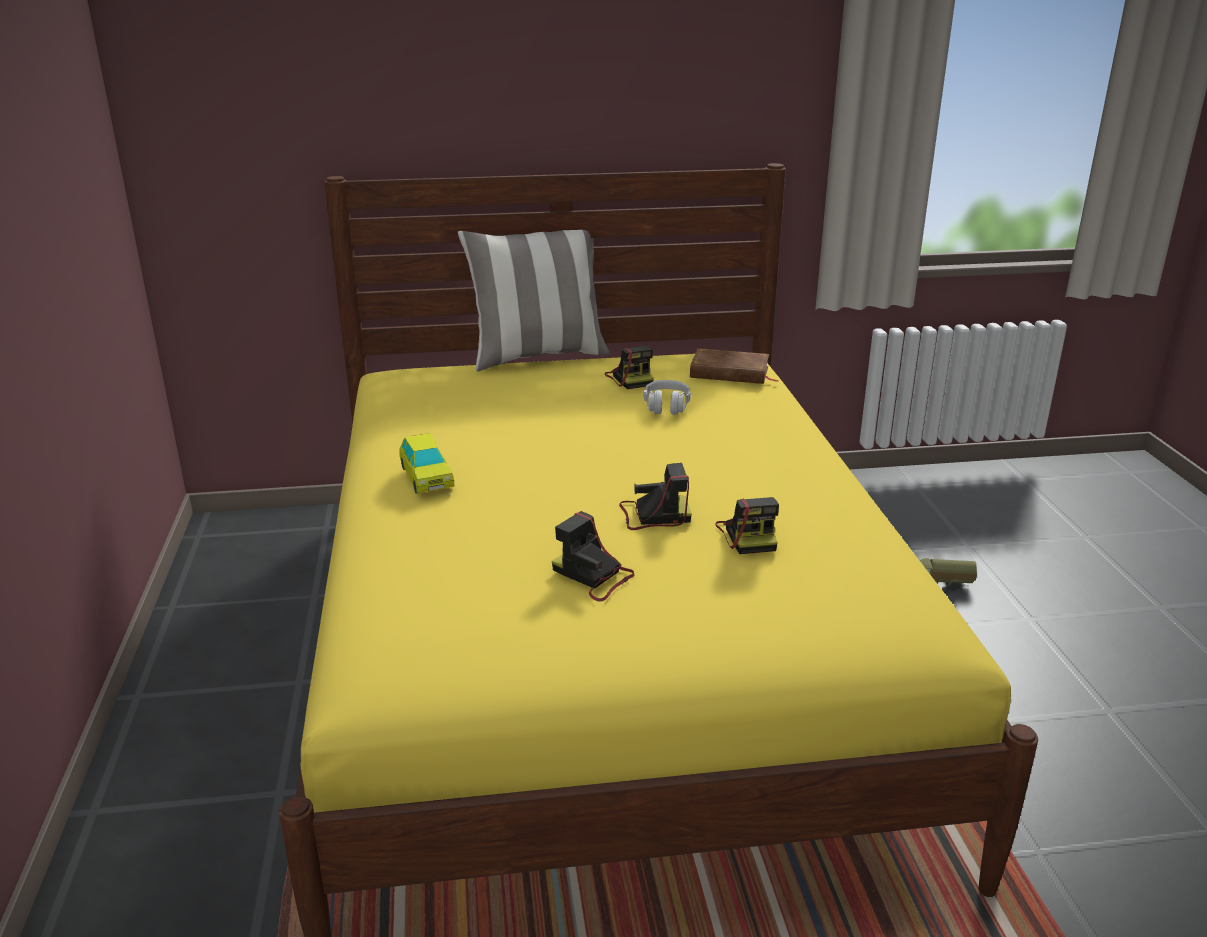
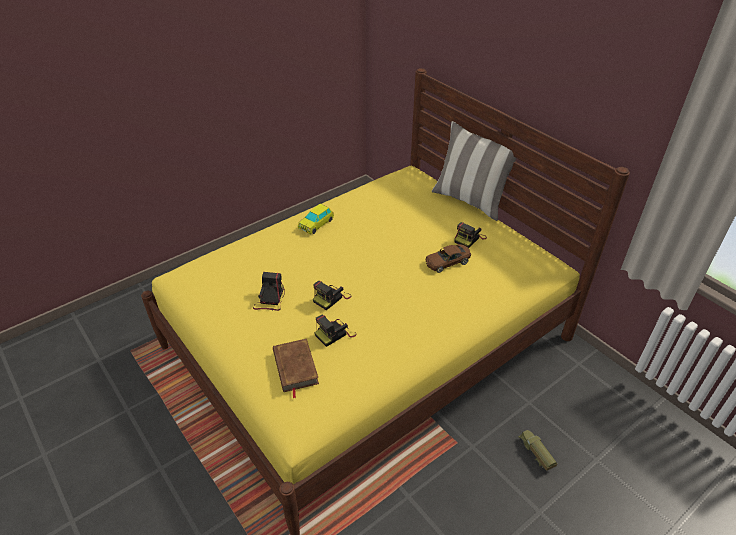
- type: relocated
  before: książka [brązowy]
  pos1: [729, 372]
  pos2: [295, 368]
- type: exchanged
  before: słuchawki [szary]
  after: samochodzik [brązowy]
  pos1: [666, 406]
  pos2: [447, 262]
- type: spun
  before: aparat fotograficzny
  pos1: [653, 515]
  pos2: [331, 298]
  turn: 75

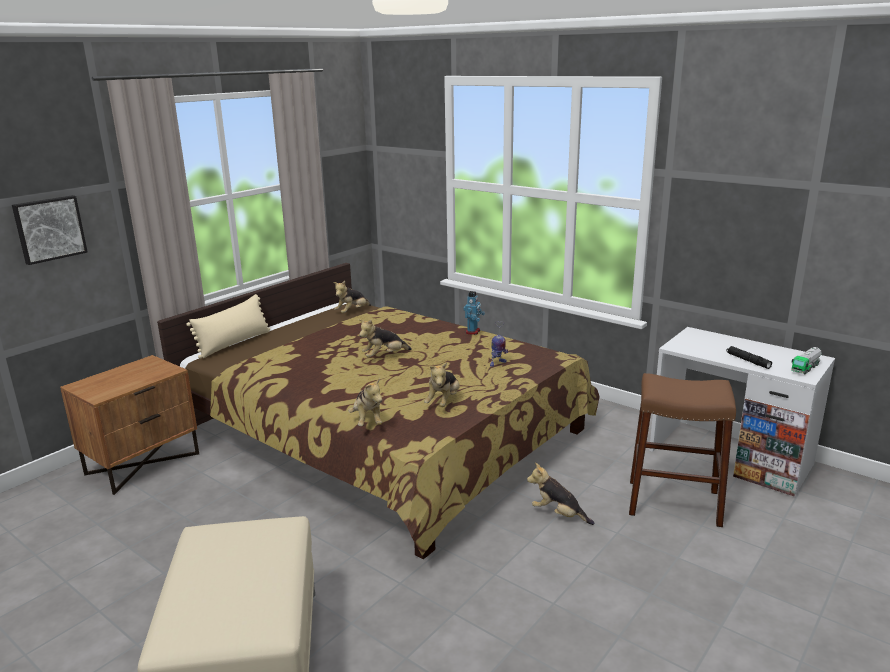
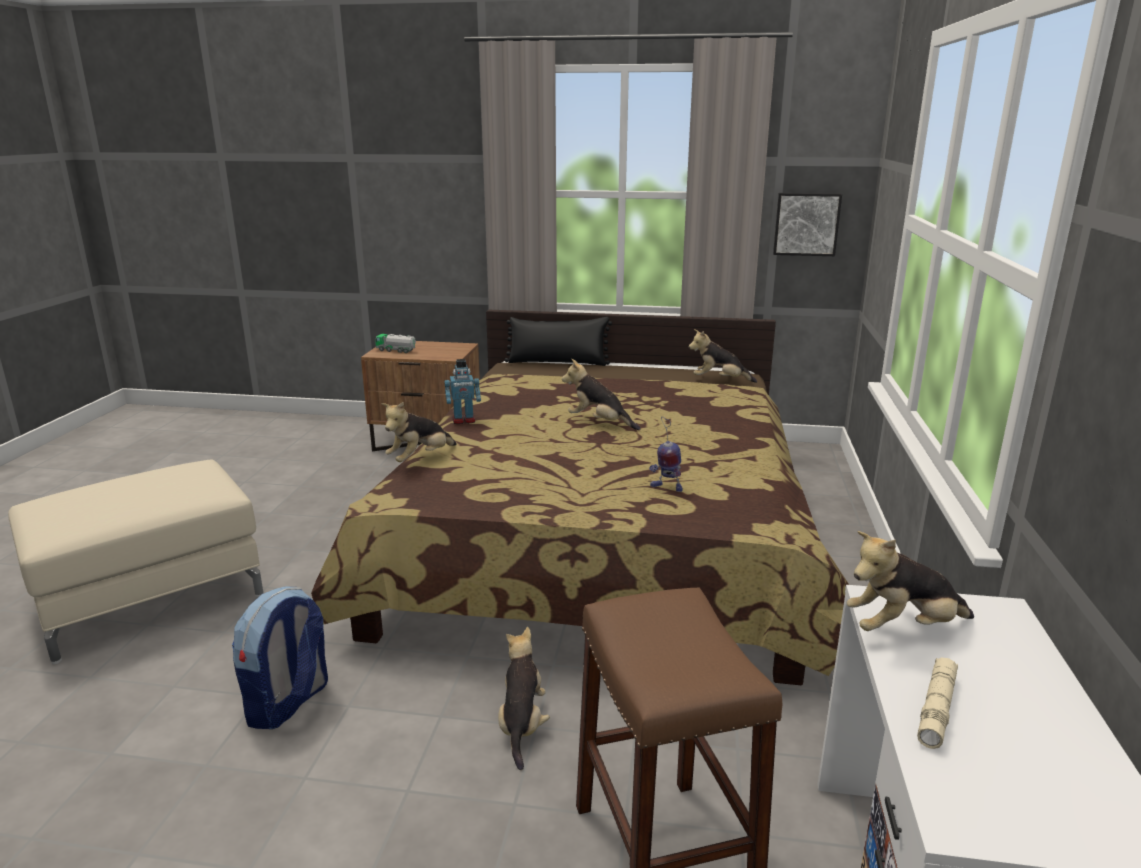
- type: relocated
  before: obraz
  pos1: [49, 229]
  pos2: [806, 224]
- type: relocated
  before: robot zabawkowy
  pos1: [473, 332]
  pos2: [464, 420]
- type: colour
  before: poduszka [beżowy]
  after: poduszka [czarny]
  pos1: [234, 343]
  pos2: [557, 362]
- type: colour
  before: latarka [czarny]
  after: latarka [beżowy]
  pos1: [748, 361]
  pos2: [936, 708]
- type: relocated
  before: ciężarówka zabawkowa
  pos1: [805, 368]
  pos2: [396, 350]
- type: relocated
  before: pluszak
  pos1: [443, 402]
  pos2: [902, 628]
- type: appeared
  after: plecak
  pos2: [288, 703]

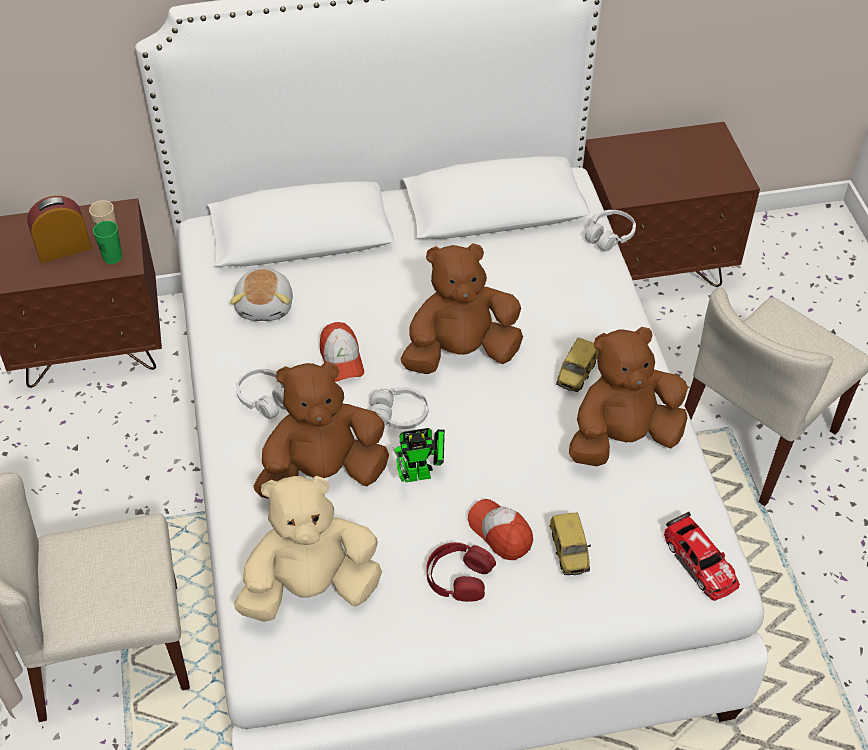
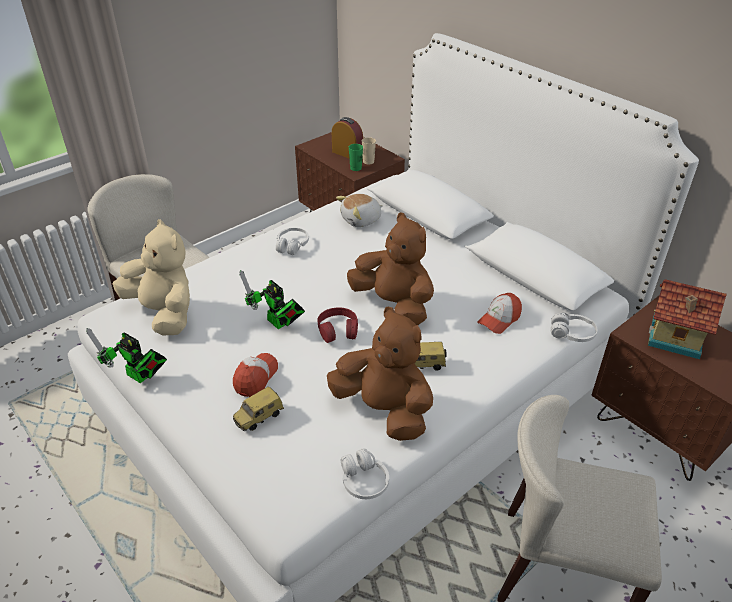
- type: relocated
  before: czapka z daszkiem
  pos1: [341, 359]
  pos2: [499, 319]
- type: missing
  before: pluszak [brązowy]
  pos1: [323, 473]
- type: relocated
  before: słuchawki [biały]
  pos1: [399, 415]
  pos2: [363, 481]
- type: missing
  before: samochodzik
  pos1: [700, 562]
- type: relocated
  before: słuchawki [czerwony]
  pos1: [458, 577]
  pos2: [338, 330]
- type: appeared
  after: domek
  pos2: [675, 338]
- type: appeared
  after: robot zabawkowy
  pos2: [139, 377]

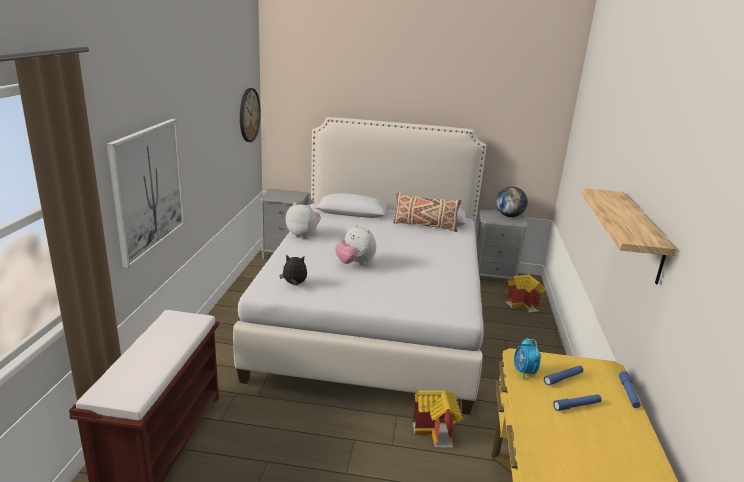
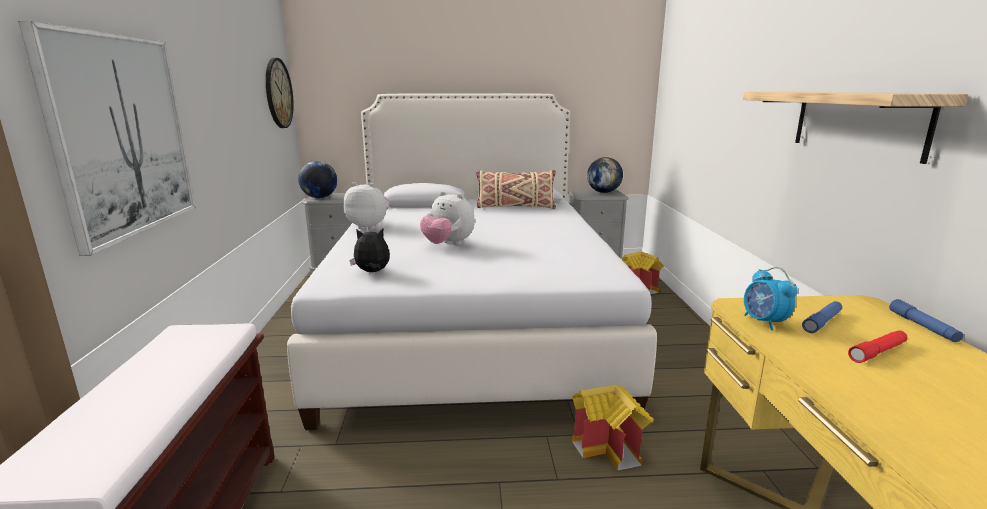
- type: colour
  before: latarka [niebieski]
  after: latarka [czerwony]
  pos1: [576, 406]
  pos2: [877, 352]
- type: appeared
  after: globus
  pos2: [319, 197]

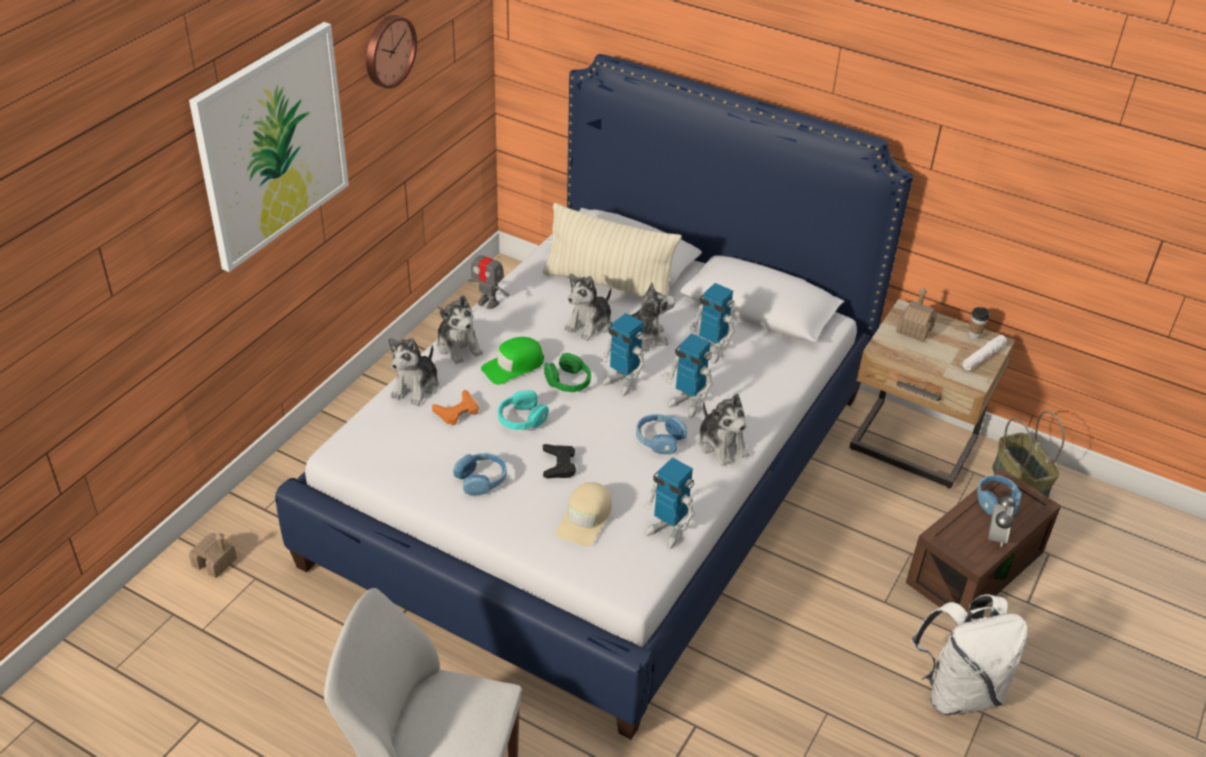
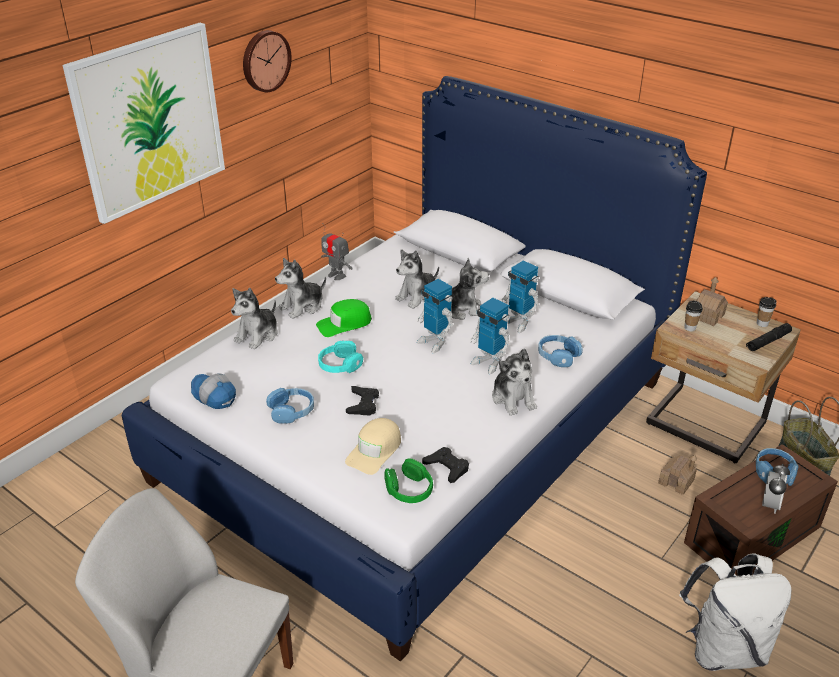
- type: missing
  before: poduszka [beżowy]
  pos1: [609, 285]
- type: spun
  before: pluszak
  pos1: [458, 346]
  pos2: [302, 306]
  turn: 75
- type: colour
  before: latarka [biały]
  after: latarka [czarny]
  pos1: [982, 357]
  pos2: [768, 341]
- type: relocated
  before: słuchawki [zielony]
  pos1: [568, 381]
  pos2: [409, 490]
- type: missing
  before: pad do gier [pomarańczowy]
  pos1: [457, 411]
- type: relocated
  before: słuchawki [niebieski]
  pos1: [659, 439]
  pos2: [558, 356]
- type: exchanged
  before: robot zabawkowy
  after: pad do gier [czarny]
  pos1: [666, 531]
  pos2: [447, 467]
- type: relocated
  before: domek
  pos1: [214, 562]
  pos2: [676, 481]
- type: appeared
  after: filiżanka
  pos2: [690, 328]
- type: appeared
  after: czapka z daszkiem
  pos2: [213, 396]

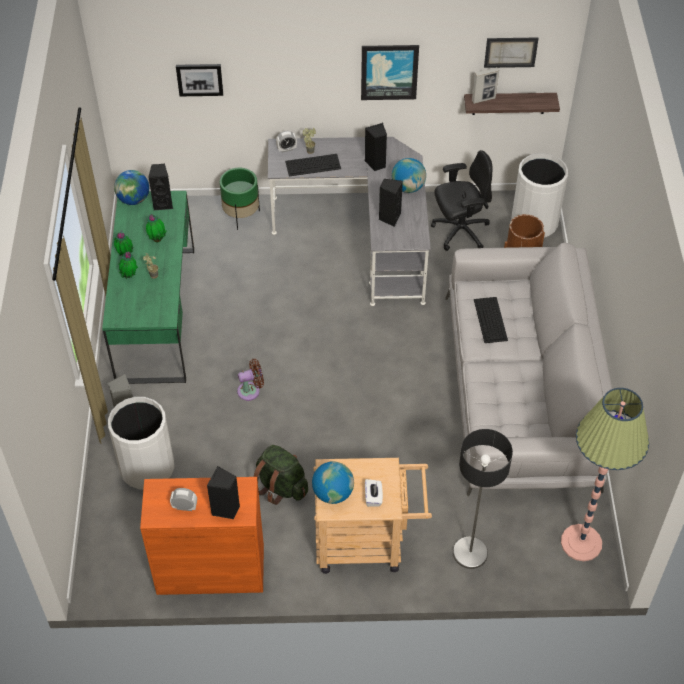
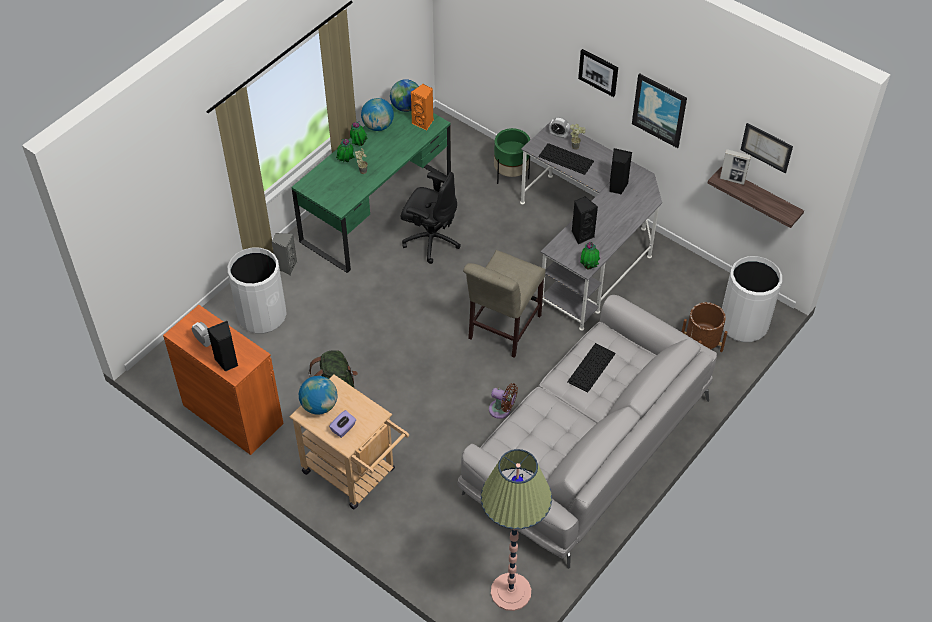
- type: relocated
  before: obraz
  pos1: [199, 79]
  pos2: [598, 72]
- type: relocated
  before: krzesło biurowe [czarny]
  pos1: [459, 231]
  pos2: [430, 240]
- type: relocated
  before: globus
  pos1: [408, 187]
  pos2: [378, 126]
- type: colour
  before: głośnik [czarny]
  after: głośnik [pomarańczowy]
  pos1: [163, 203]
  pos2: [424, 122]
- type: relocated
  before: roślina doniczkowa
  pos1: [157, 239]
  pos2: [589, 266]
- type: relocated
  before: wentylator [brązowy]
  pos1: [251, 391]
  pos2: [502, 410]
- type: missing
  before: lampa stojąca
  pos1: [470, 553]
- type: colour
  before: pudełko chusteczek [biały]
  after: pudełko chusteczek [fioletowy]
  pos1: [373, 497]
  pos2: [343, 428]
- type: appeared
  after: krzesło [beżowy]
  pos2: [502, 329]

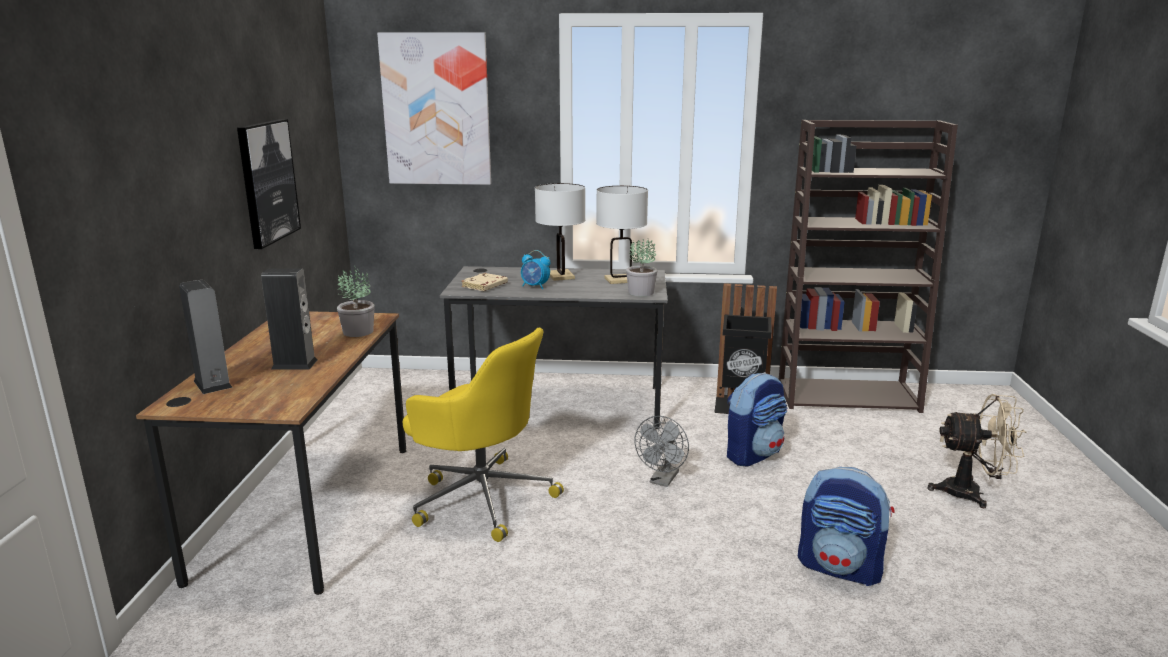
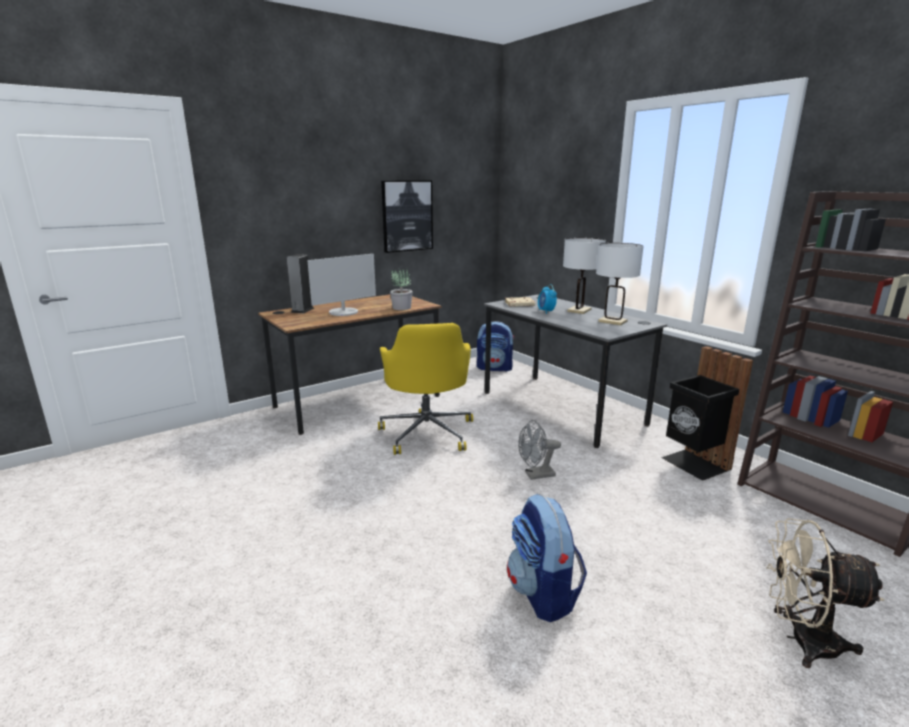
- type: missing
  before: obraz
  pos1: [436, 110]
- type: missing
  before: roślina doniczkowa
  pos1: [641, 292]
- type: exchanged
  before: głośnik
  after: monitor
  pos1: [294, 364]
  pos2: [344, 312]
- type: relocated
  before: plecak
  pos1: [753, 454]
  pos2: [495, 368]
- type: spun
  before: wentylator [beżowy]
  pos1: [971, 493]
  pos2: [801, 640]
  turn: 135

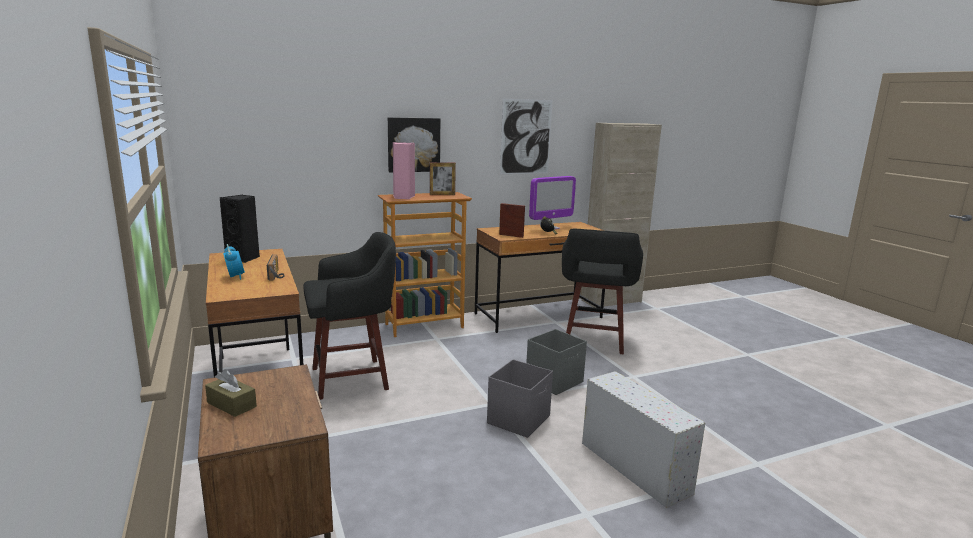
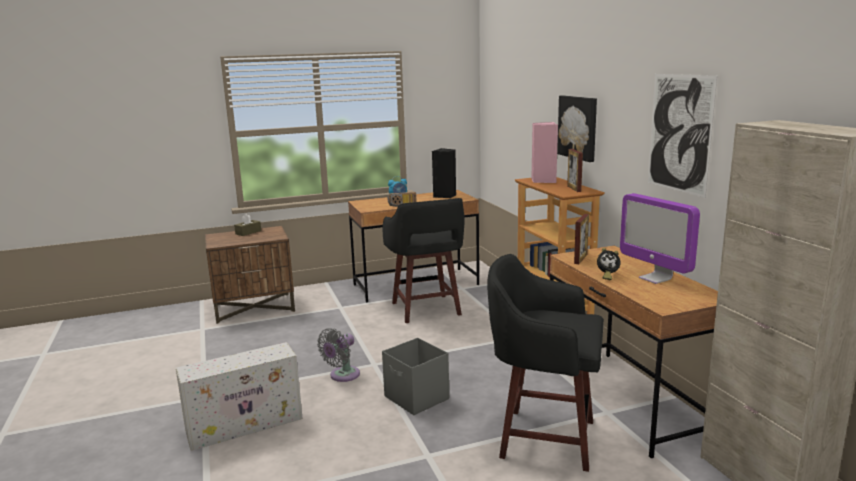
- type: exchanged
  before: pojemnik do przechowywania [szary]
  after: wentylator [szary]
  pos1: [519, 419]
  pos2: [342, 376]

